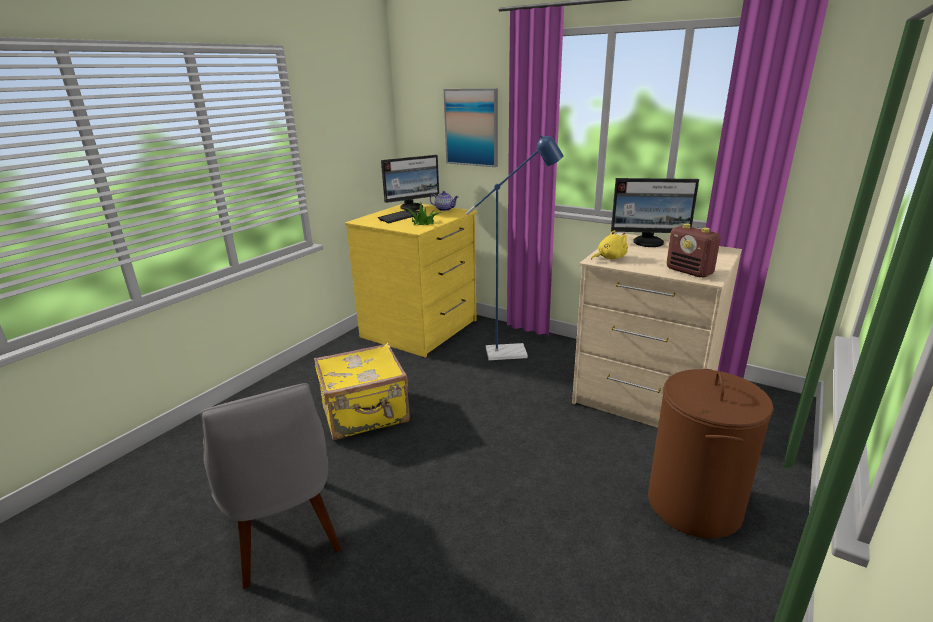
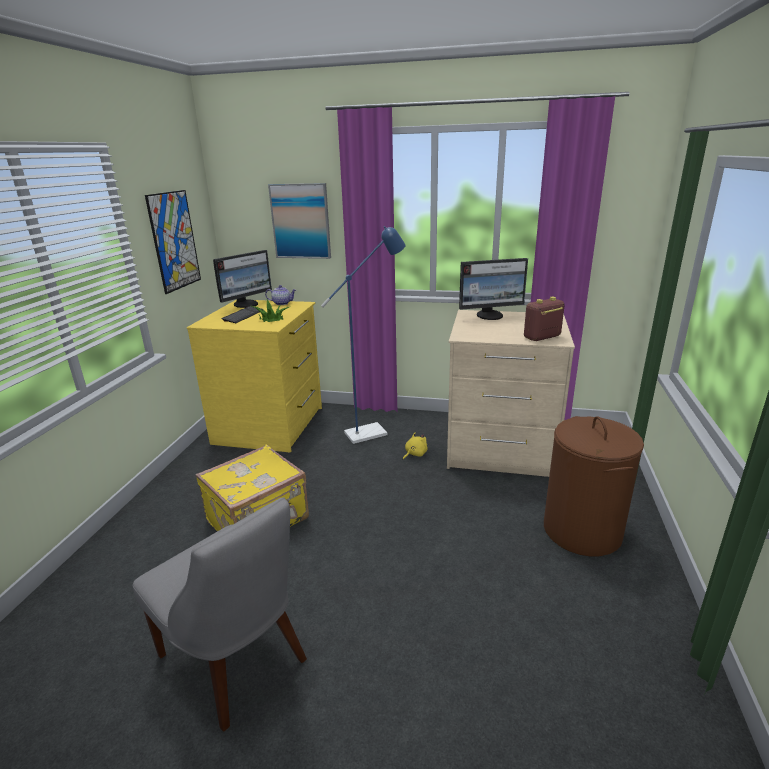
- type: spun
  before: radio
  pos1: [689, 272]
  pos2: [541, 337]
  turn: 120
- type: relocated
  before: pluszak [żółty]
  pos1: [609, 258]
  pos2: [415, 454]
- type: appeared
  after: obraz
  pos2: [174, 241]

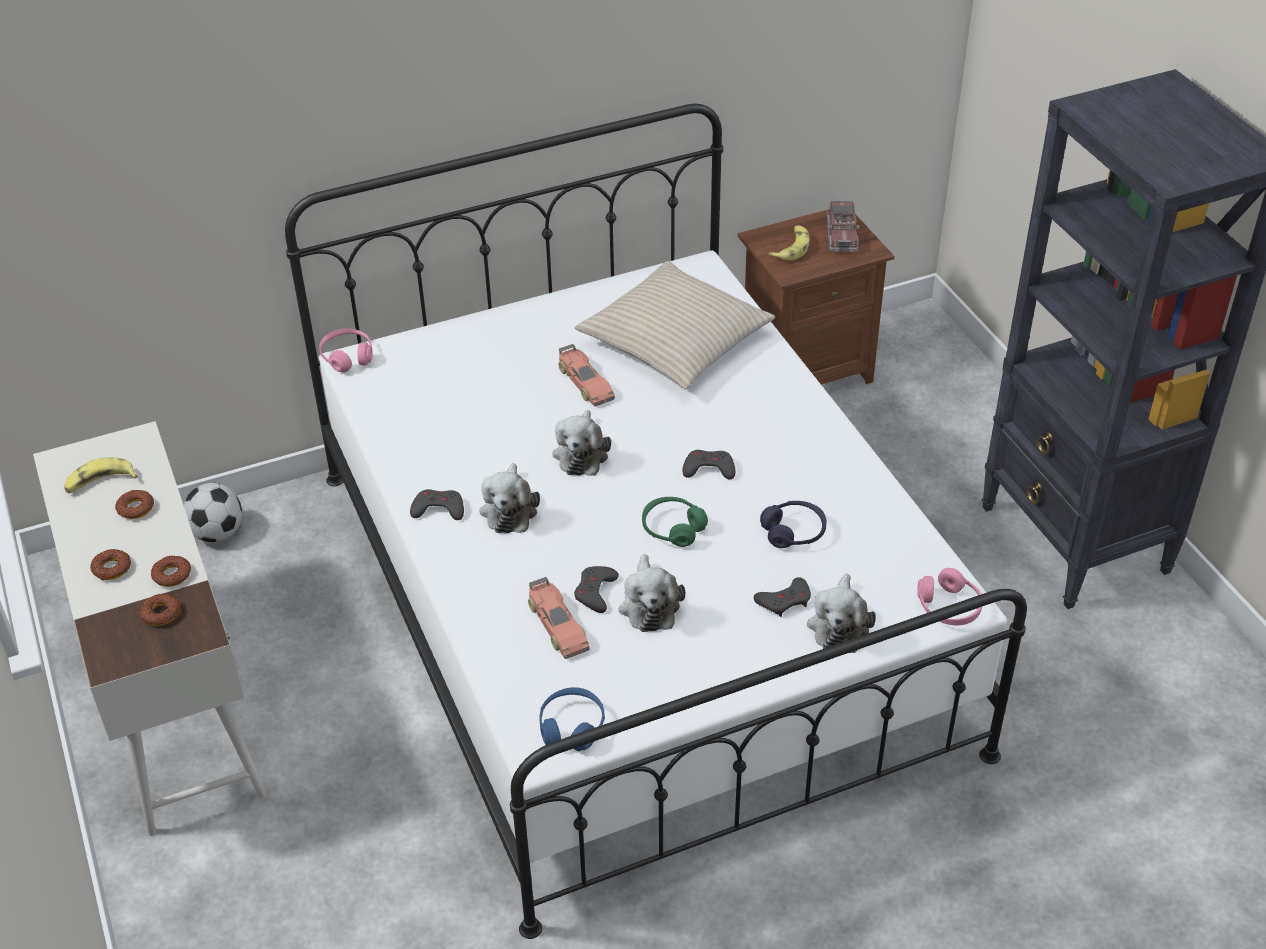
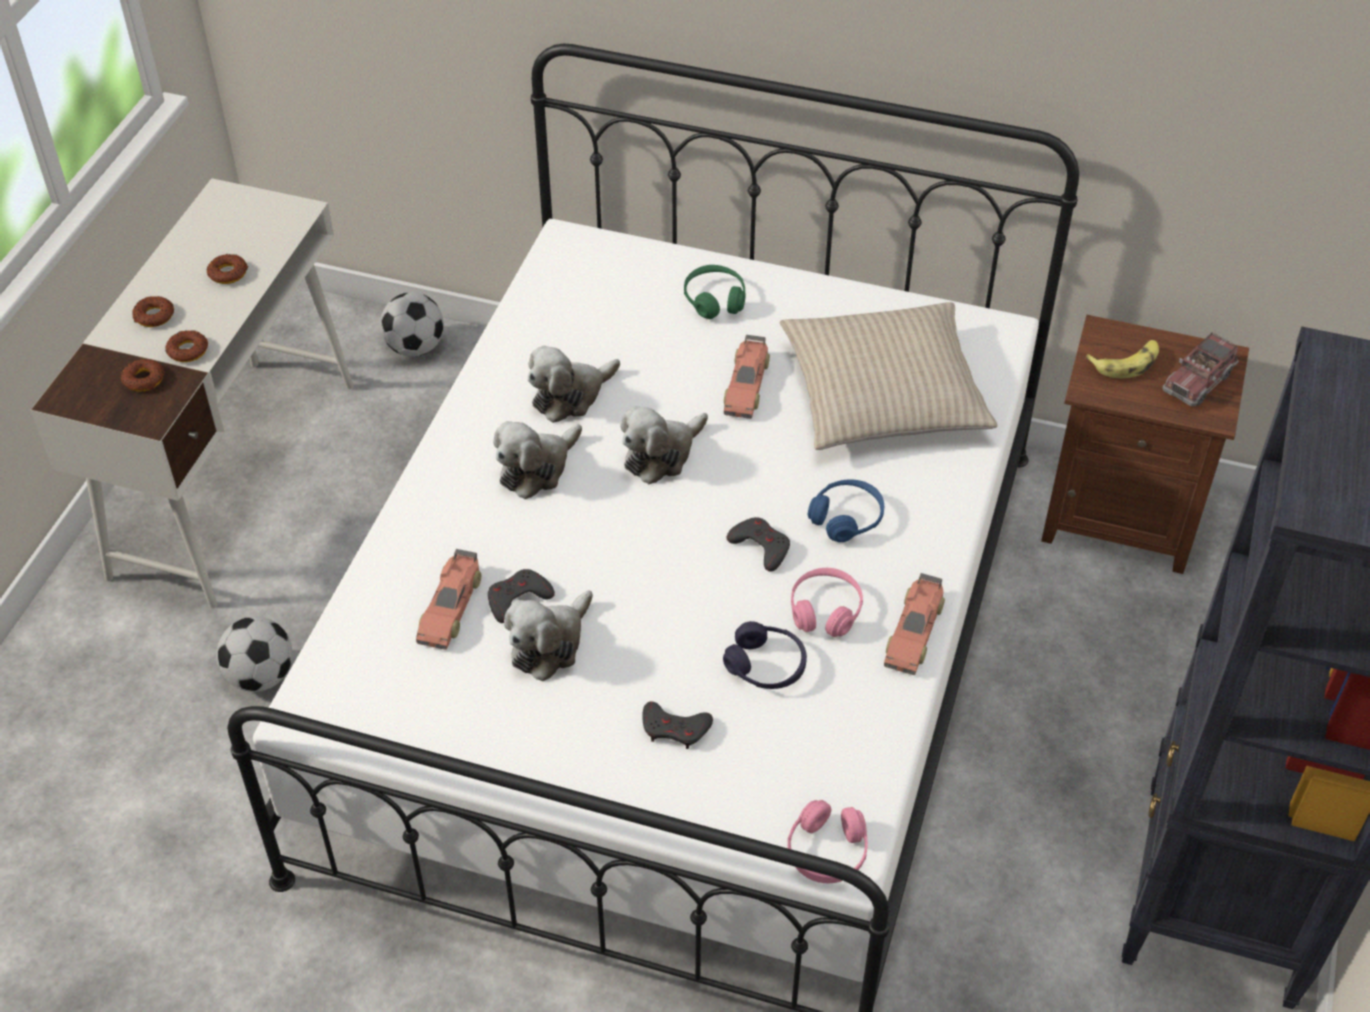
- type: relocated
  before: słuchawki [różowy]
  pos1: [347, 357]
  pos2: [825, 610]
- type: missing
  before: banan
  pos1: [100, 482]
- type: missing
  before: pad do gier [szary]
  pos1: [438, 509]
- type: relocated
  before: słuchawki [zielony]
  pos1: [673, 528]
  pos2: [714, 300]
- type: relocated
  before: pluszak
  pos1: [839, 624]
  pos2: [570, 395]
- type: relocated
  before: słuchawki [niebieski]
  pos1: [572, 726]
  pos2: [846, 518]
- type: appeared
  after: samochodzik
  pos2: [914, 632]
- type: appeared
  after: piłka futbolowa
  pos2: [260, 677]

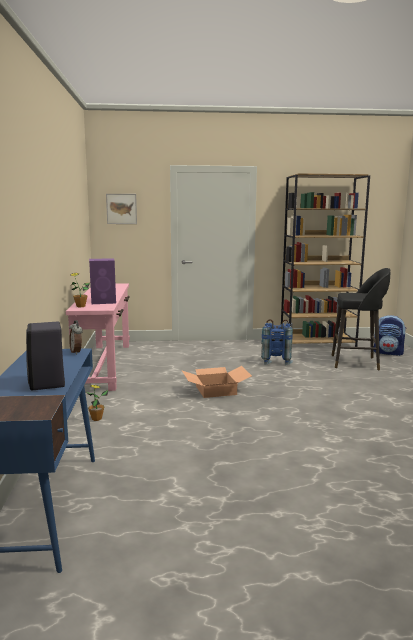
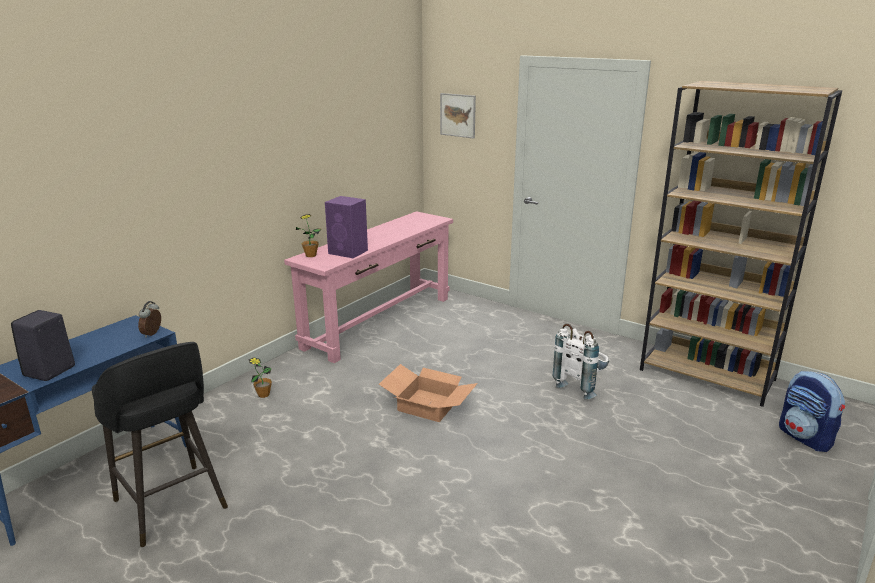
- type: relocated
  before: stołek [czarny]
  pos1: [356, 363]
  pos2: [171, 506]
- type: colour
  before: plecak [niebieski]
  after: plecak [biały]
  pos1: [275, 361]
  pos2: [581, 385]

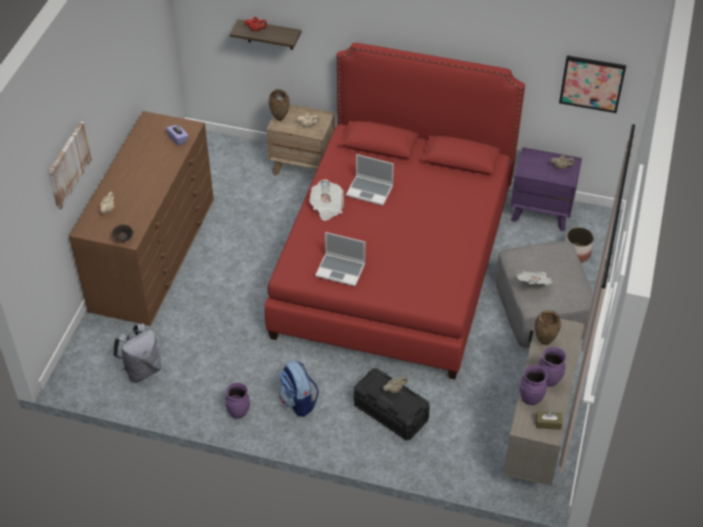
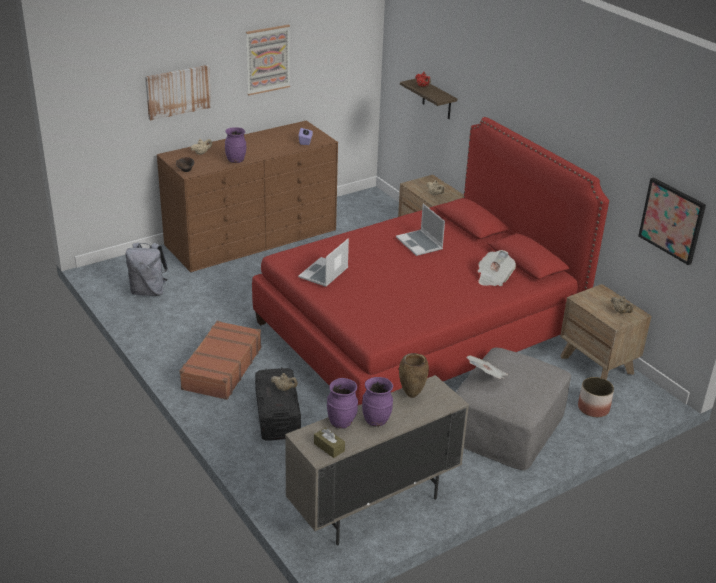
- type: missing
  before: wazon [brązowy]
  pos1: [280, 119]
- type: colour
  before: szafka nocna [fioletowy]
  after: szafka nocna [brązowy]
  pos1: [541, 212]
  pos2: [597, 365]
- type: relocated
  before: gazeta
  pos1: [327, 207]
  pos2: [493, 278]
- type: spun
  before: laptop
  pos1: [341, 270]
  pos2: [324, 274]
  turn: 60
- type: exchanged
  before: plecak
  after: walizka [brązowy]
  pos1: [299, 401]
  pos2: [221, 368]
- type: relocated
  before: wazon [fioletowy]
  pos1: [238, 412]
  pos2: [236, 160]
- type: appeared
  after: obraz
  pos2: [267, 59]

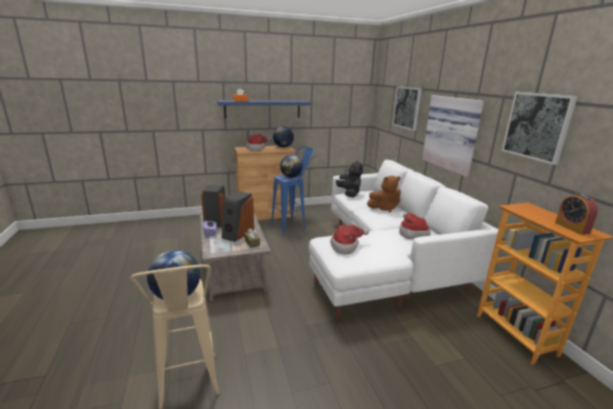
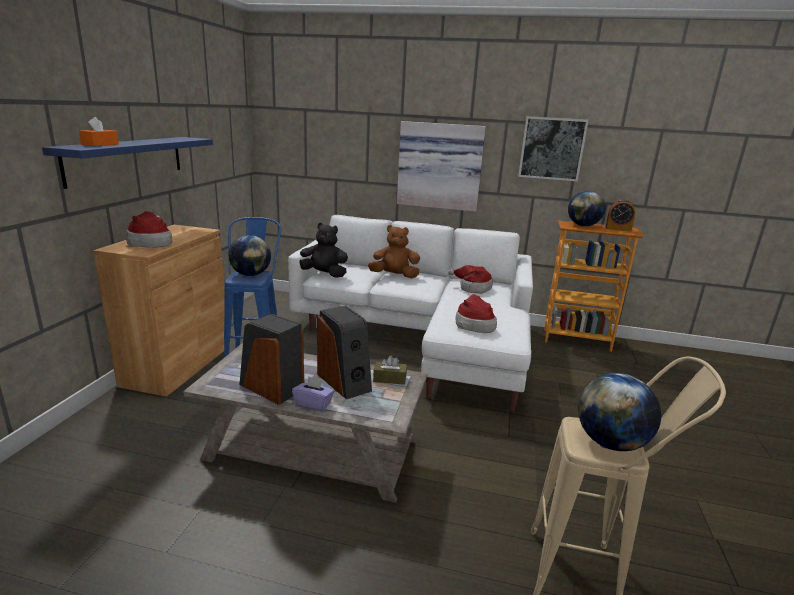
- type: missing
  before: obraz
  pos1: [407, 107]
- type: relocated
  before: globus
  pos1: [283, 147]
  pos2: [583, 225]
- type: spun
  before: pluszak [brązowy]
  pos1: [384, 208]
  pos2: [394, 276]
  turn: -105

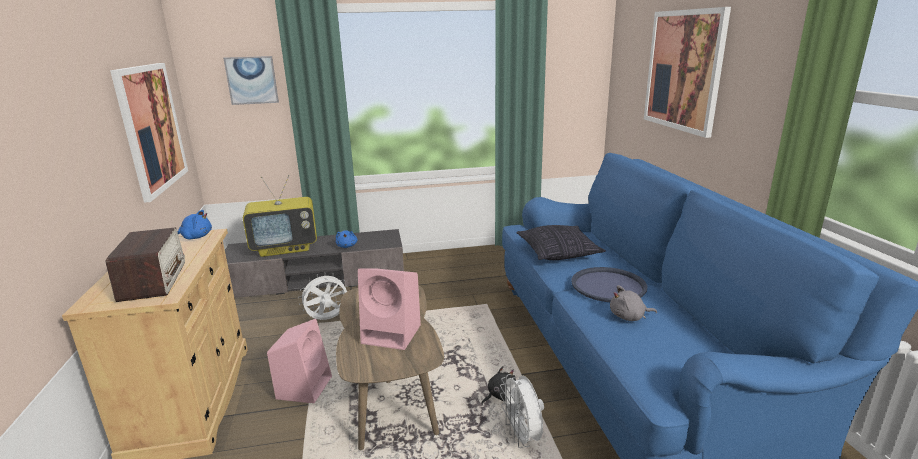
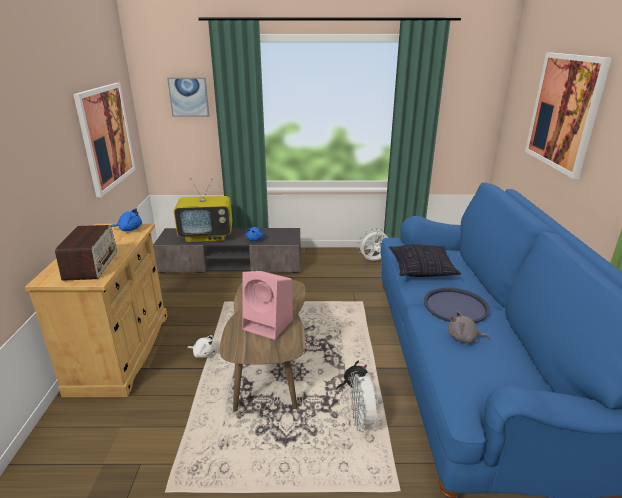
- type: relocated
  before: wentylator [biały]
  pos1: [327, 319]
  pos2: [374, 260]
- type: exchanged
  before: głośnik [różowy]
  after: pluszak [biały]
  pos1: [305, 386]
  pos2: [203, 353]

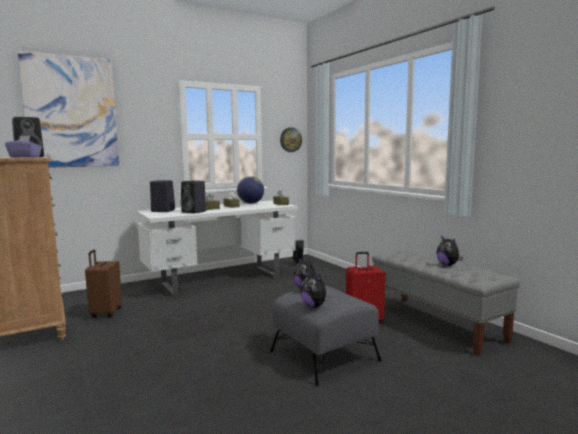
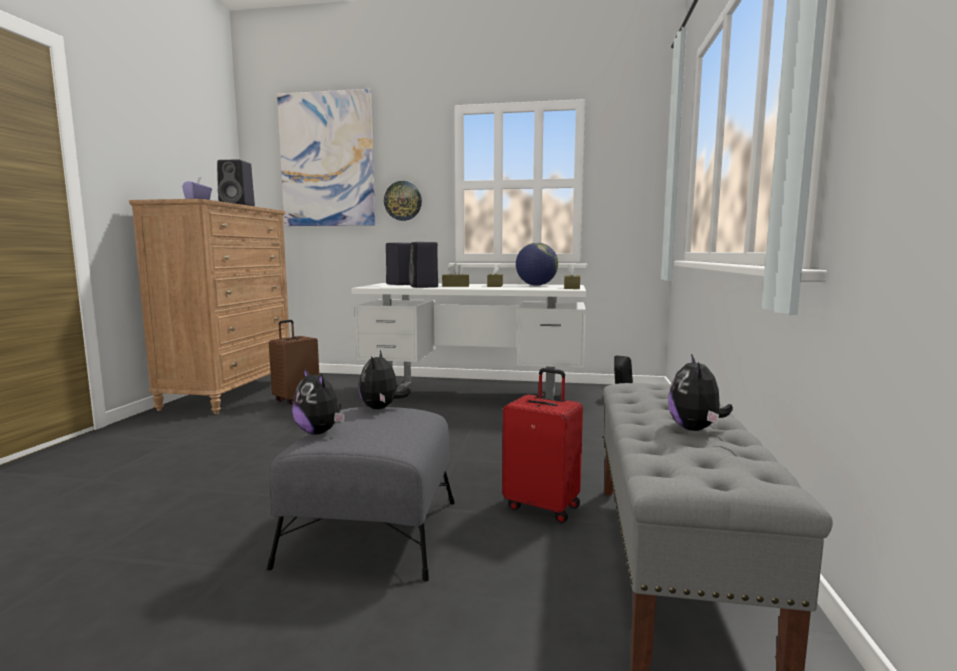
- type: relocated
  before: zegar ścienny
  pos1: [290, 139]
  pos2: [403, 201]
- type: spun
  before: pluszak
  pos1: [314, 306]
  pos2: [319, 432]
  turn: -45

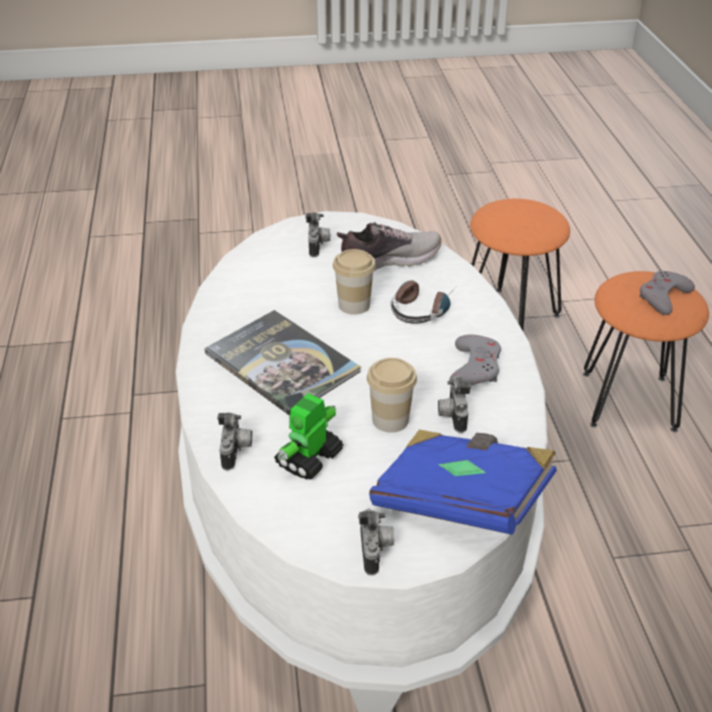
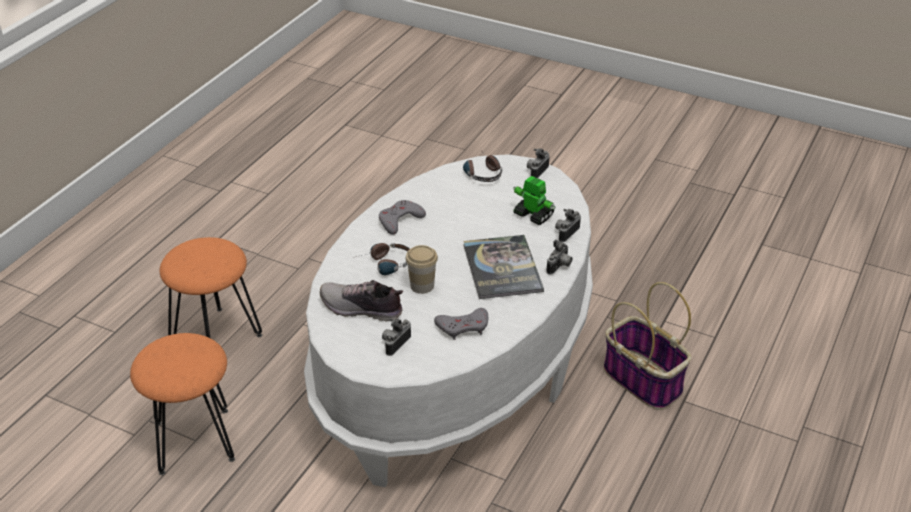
- type: relocated
  before: pad do gier [szary]
  pos1: [663, 297]
  pos2: [463, 327]
- type: missing
  before: filiżanka
  pos1: [390, 420]
- type: relocated
  before: aparat fotograficzny
  pos1: [452, 415]
  pos2: [560, 267]
- type: spun
  before: robot zabawkowy
  pos1: [308, 459]
  pos2: [533, 215]
  turn: -120
- type: exchanged
  before: książka [niebieski]
  after: słuchawki
  pos1: [461, 502]
  pos2: [481, 172]
- type: appeared
  after: koszyk
  pos2: [644, 381]

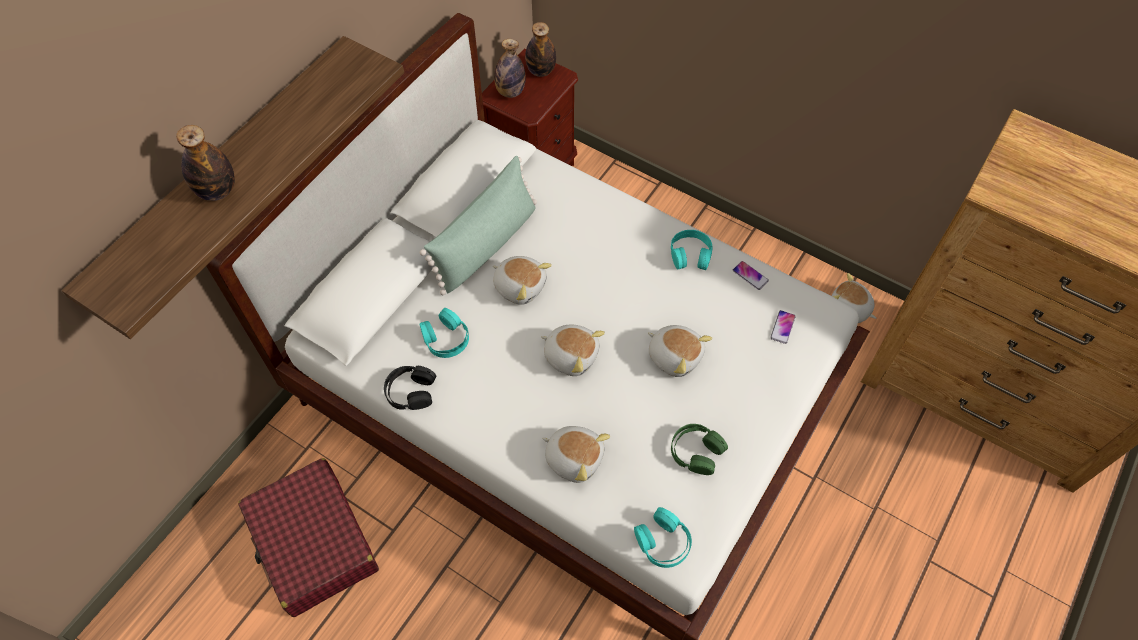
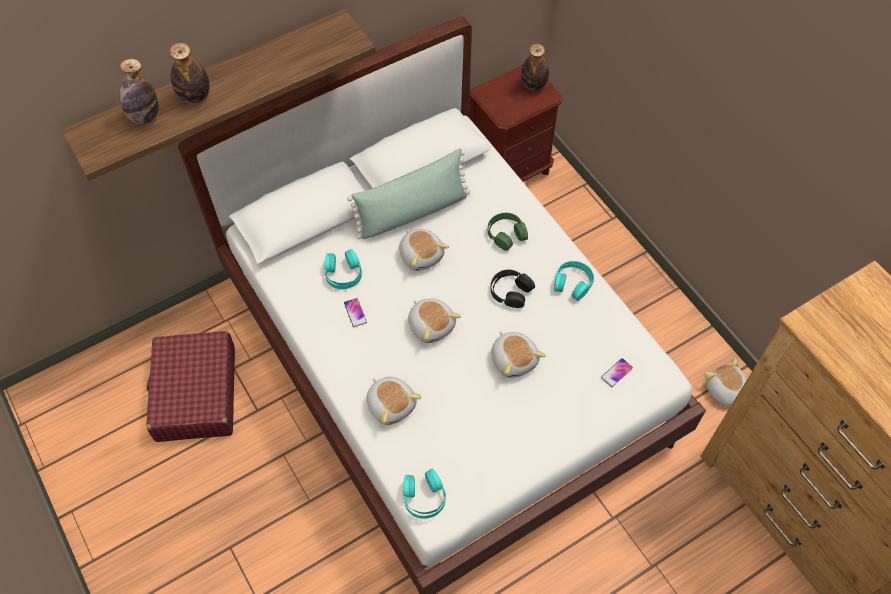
- type: relocated
  before: butelka
  pos1: [510, 92]
  pos2: [144, 117]
- type: relocated
  before: telefon
  pos1: [750, 275]
  pos2: [355, 312]
- type: relocated
  before: słuchawki [czarny]
  pos1: [410, 391]
  pos2: [510, 291]
- type: relocated
  before: słuchawki [zielony]
  pos1: [696, 451]
  pos2: [506, 234]

